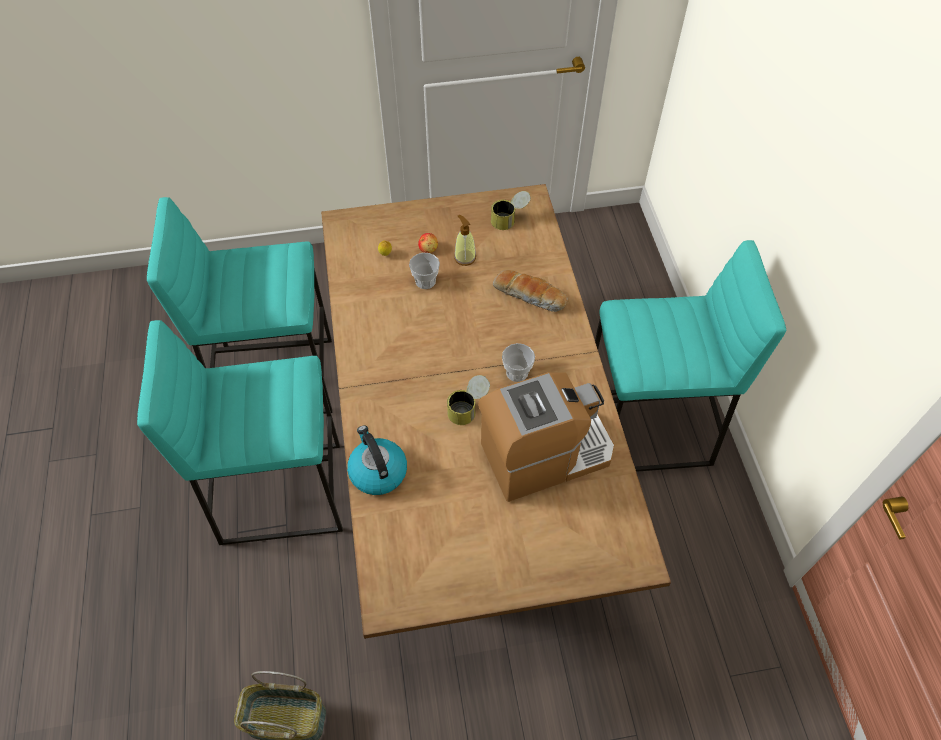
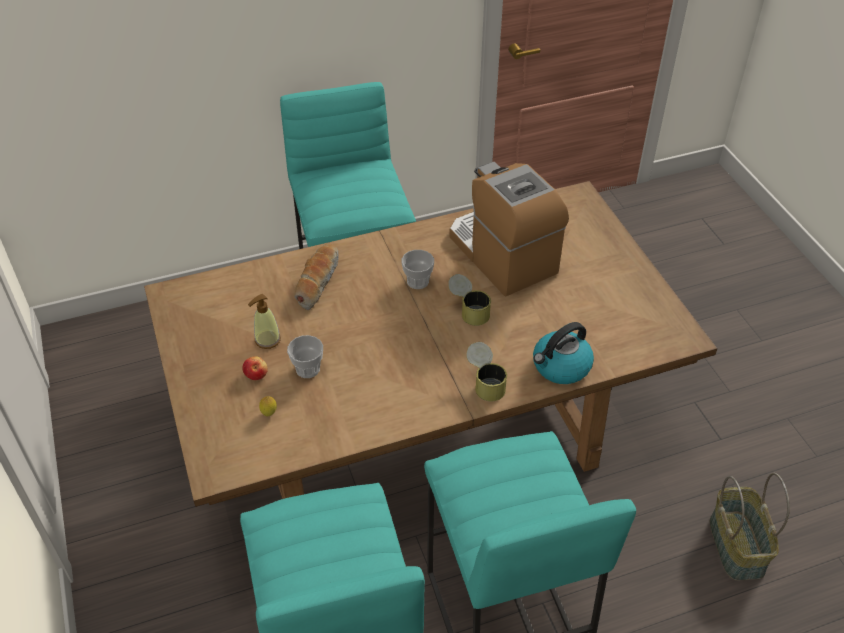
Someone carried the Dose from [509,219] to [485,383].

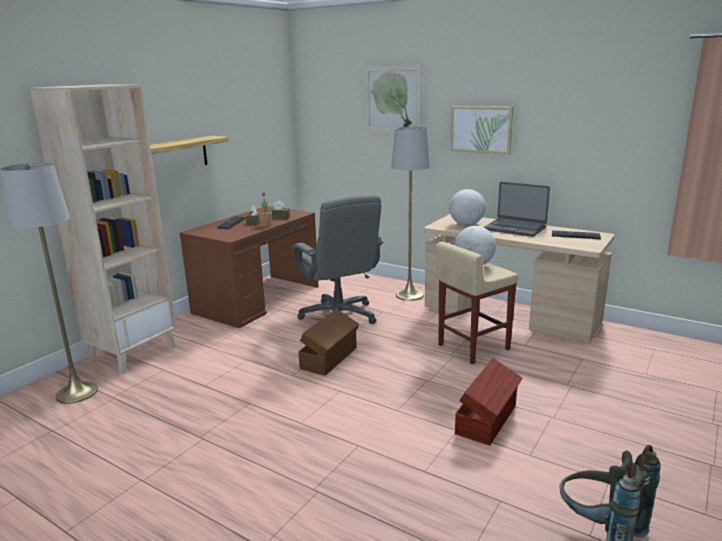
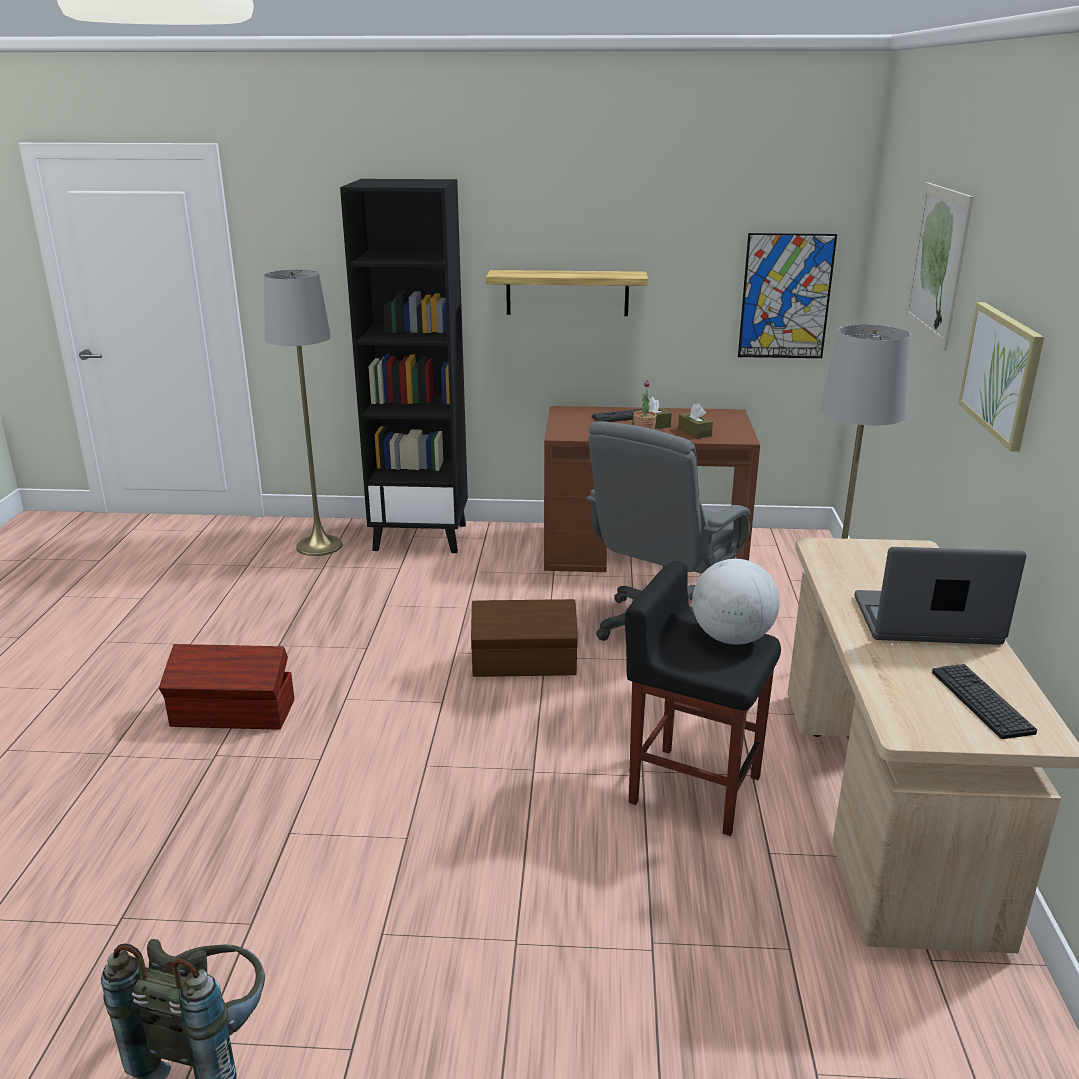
Someone carried the Aufbewahrungsbox (braun) from [487,419] to [233,714]. Someone repainted the Bücherregal (beige) at [133,353], which became the Bücherregal (schwarz) at [421,537]. Someone repainted the Hocker (beige) at [472,347], which became the Hocker (schwarz) at [693,788]. Someone put up the Bild at [785,296]. Someone rotated the Laptop at [515,228] by 90 degrees clockwise. Someone took away the Globus at [466,224].

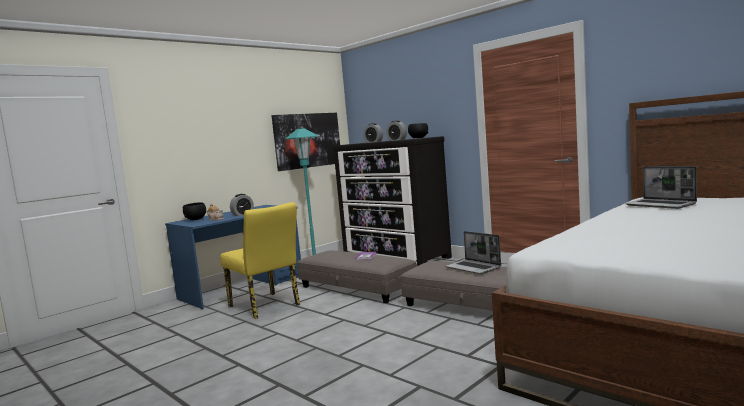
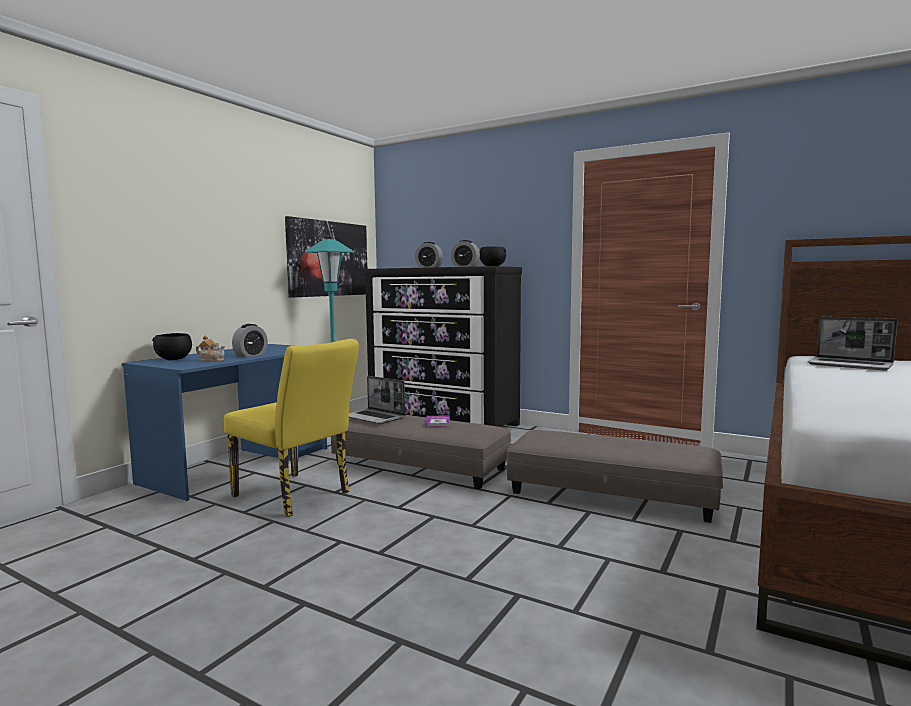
Someone carried the Laptop from [473,268] to [375,417].

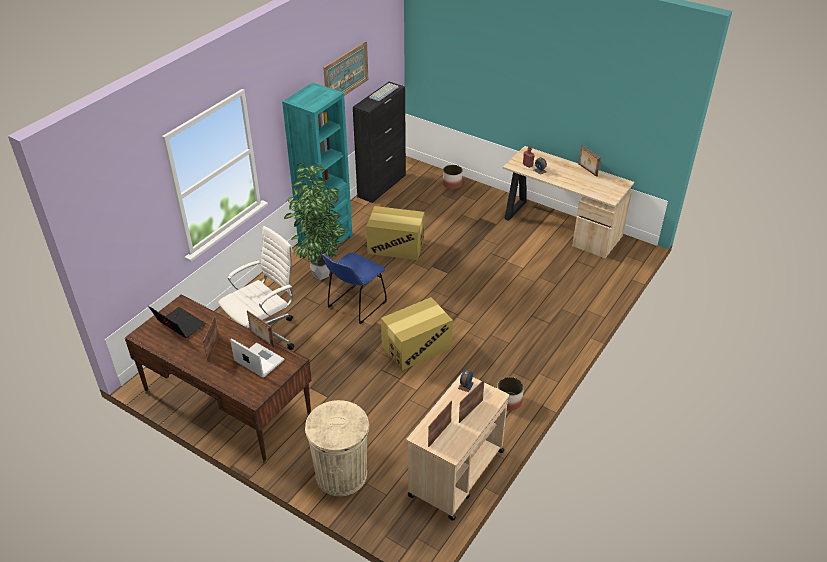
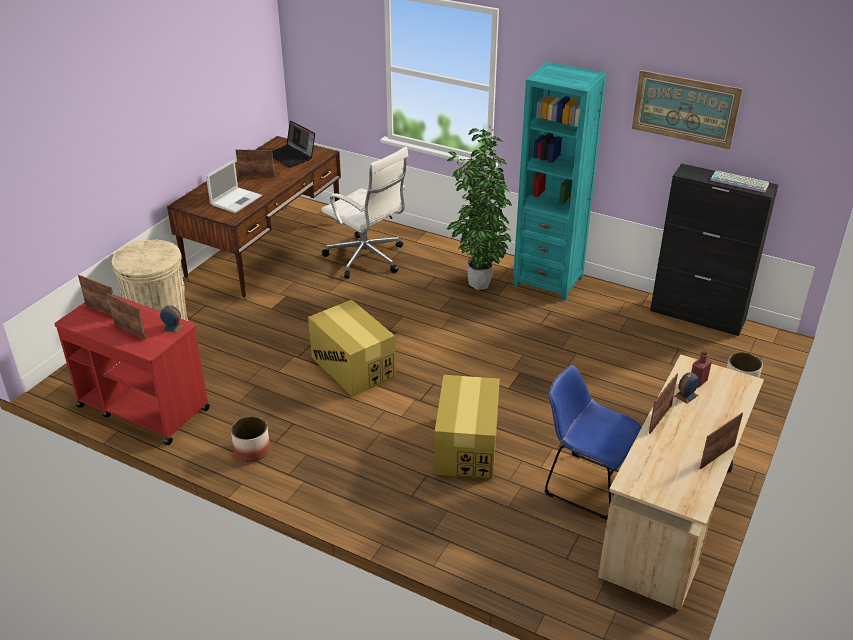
Someone repainted the Rollwagen (beige) at [456,473], which became the Rollwagen (rot) at [143,407]. Someone rotated the Laptop at [179,325] by 105 degrees clockwise. Someone carried the Karton from [396,246] to [466,447]. Someone carried the Stuhl (blau) from [355,306] to [584,484]. Someone carried the Bilderrahmen from [261,339] to [659,419].

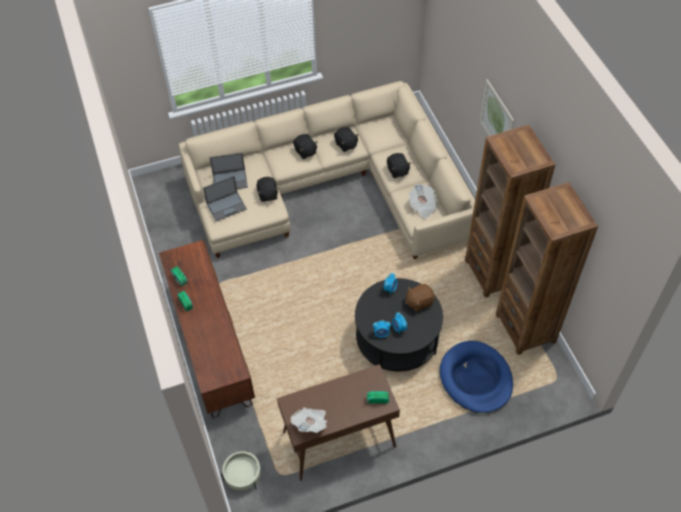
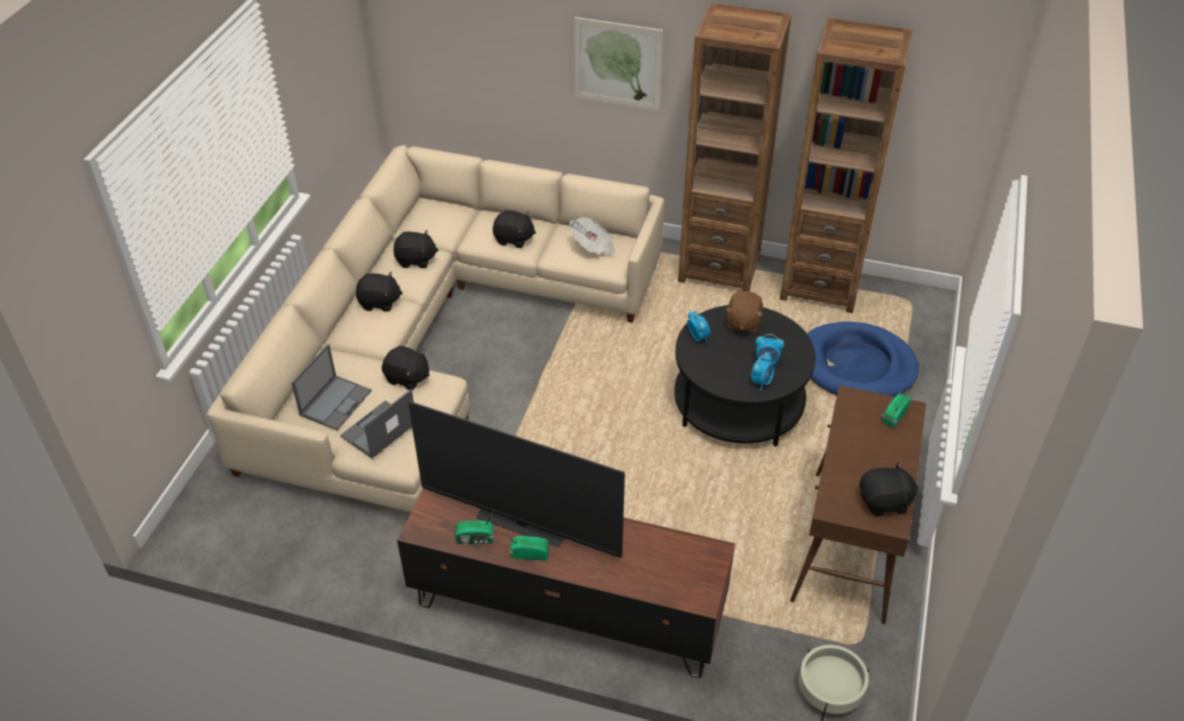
Someone rotated the Laptop at [227,206] by 150 degrees counterclockwise. Someone put down the Fernseher at [521,526]. Someone swapped the Zeitung at [311,423] for the Plüschtier (schwarz) at [884,502].

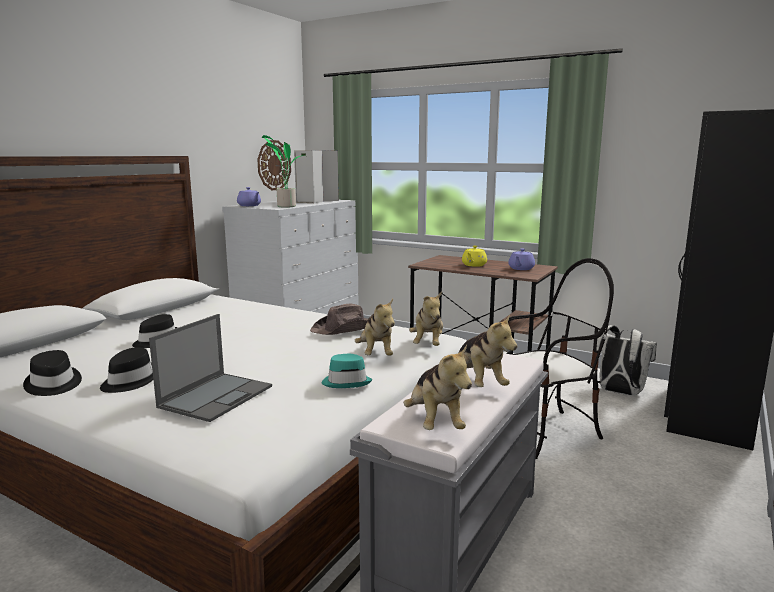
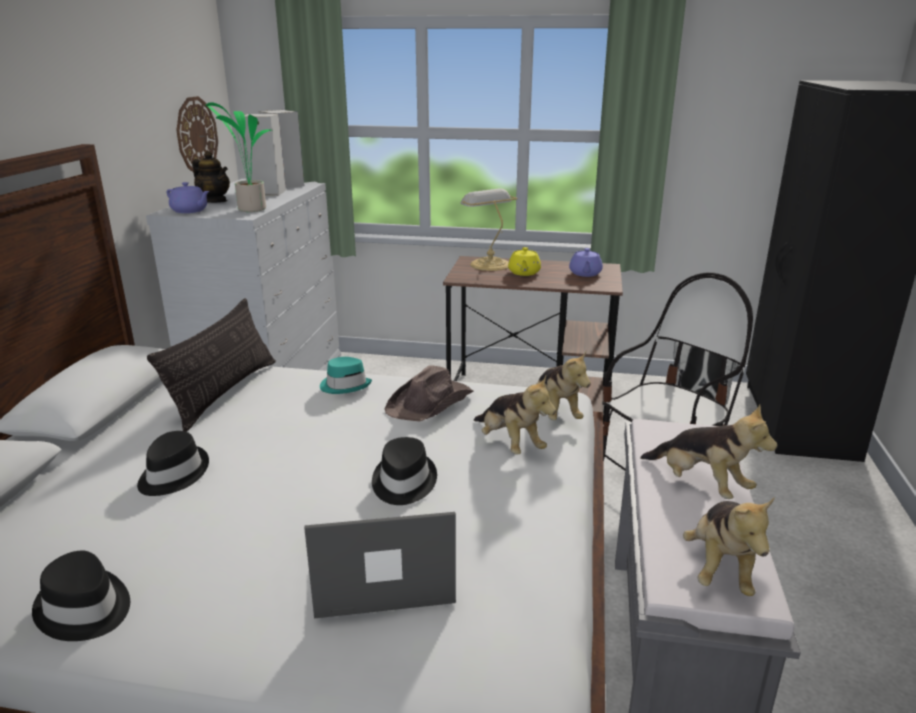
Someone put down the Kissen at [224,392]. Someone put down the Teekanne at [214,201]. Someone rotated the Laptop at [217,396] by 105 degrees counterclockwise. Someone carried the Hut (türkis) from [346,382] to [345,385]. Someone carried the Hut (schwarz) from [129,381] to [403,482]. Someone put down the Tischlampe at [488,264]. Someone rotated the Plüschtier at [434,422] by 45 degrees clockwise.

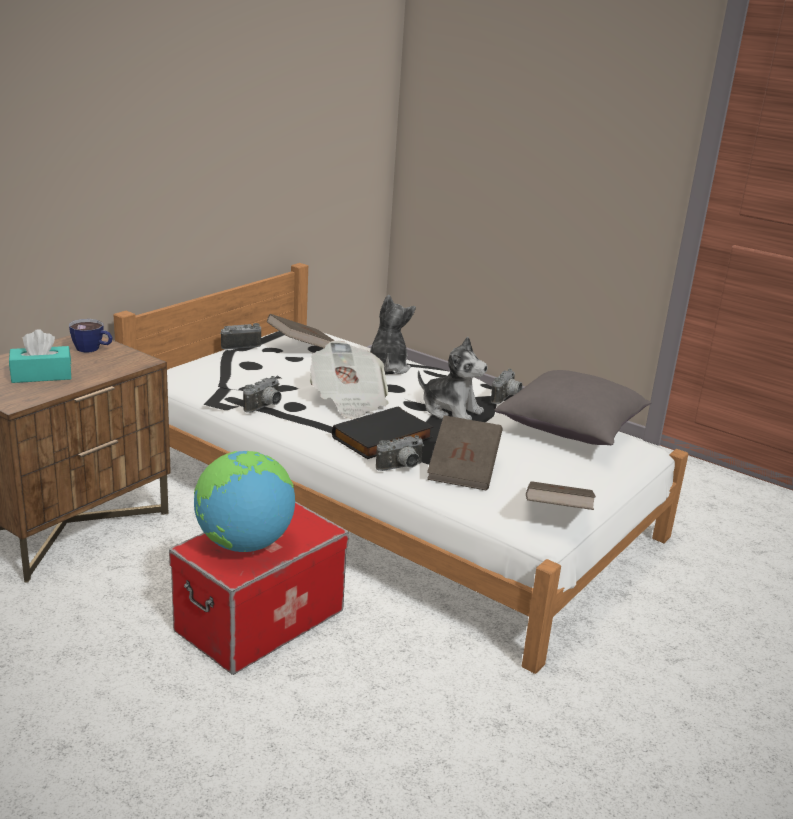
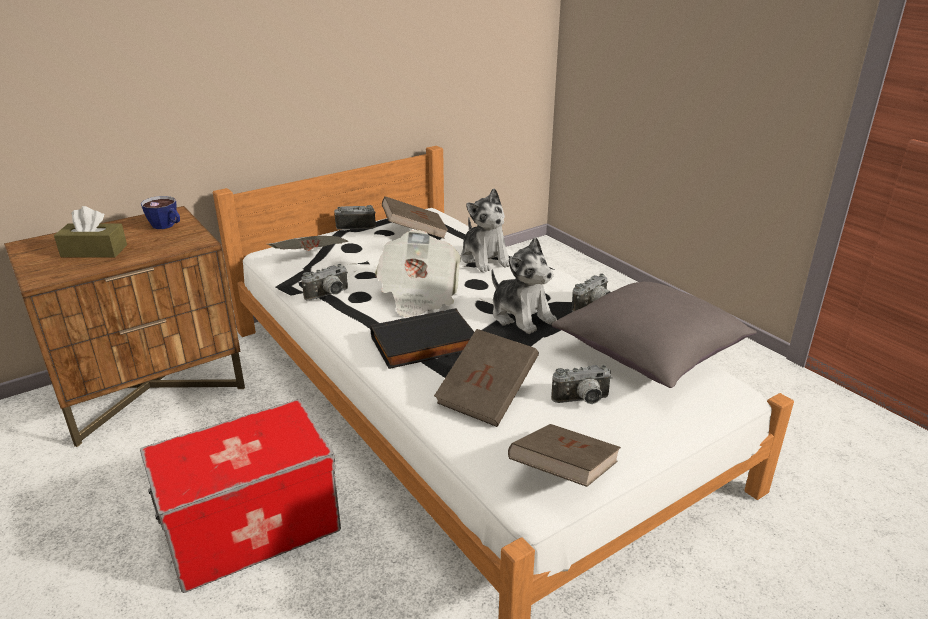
Someone repainted the Taschentuchbox (türkis) at [41,375], which became the Taschentuchbox (braun) at [94,251]. Someone put down the Zeitung at [310,263]. Someone rotated the Plüschtier at [387,367] by 135 degrees clockwise. Someone carried the Kamera from [402,468] to [582,401]. Someone took away the Globus at [244,544].

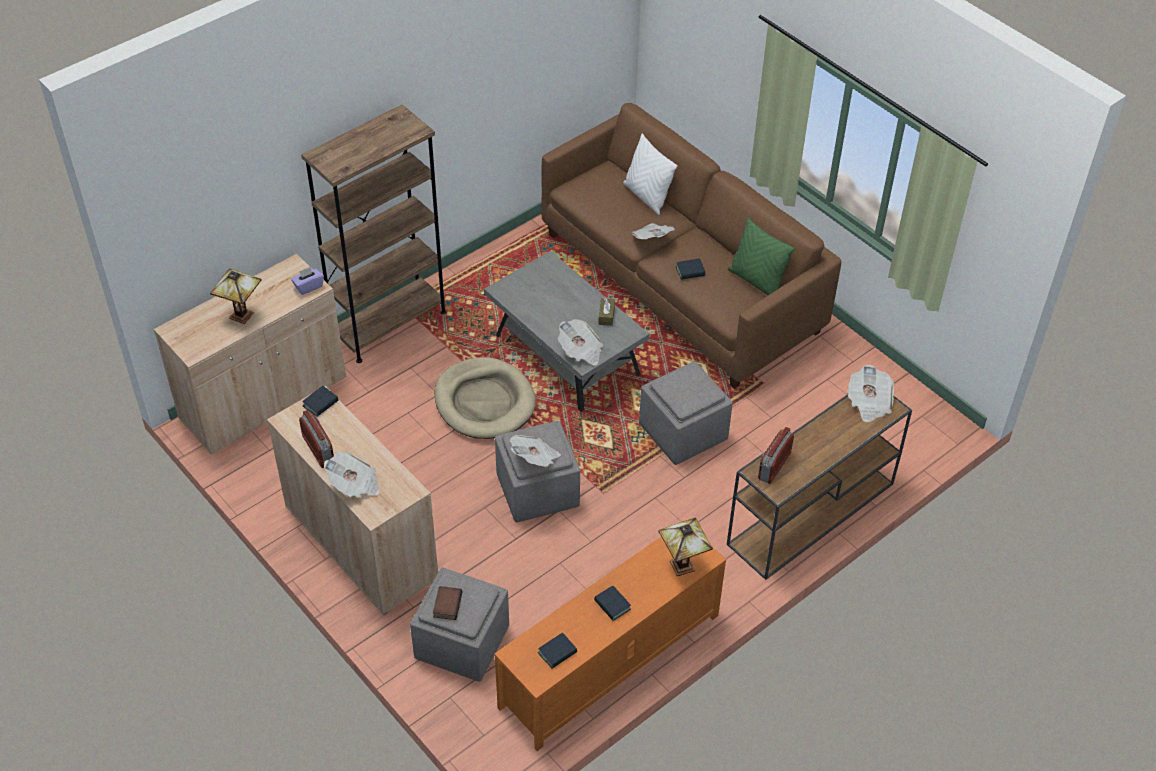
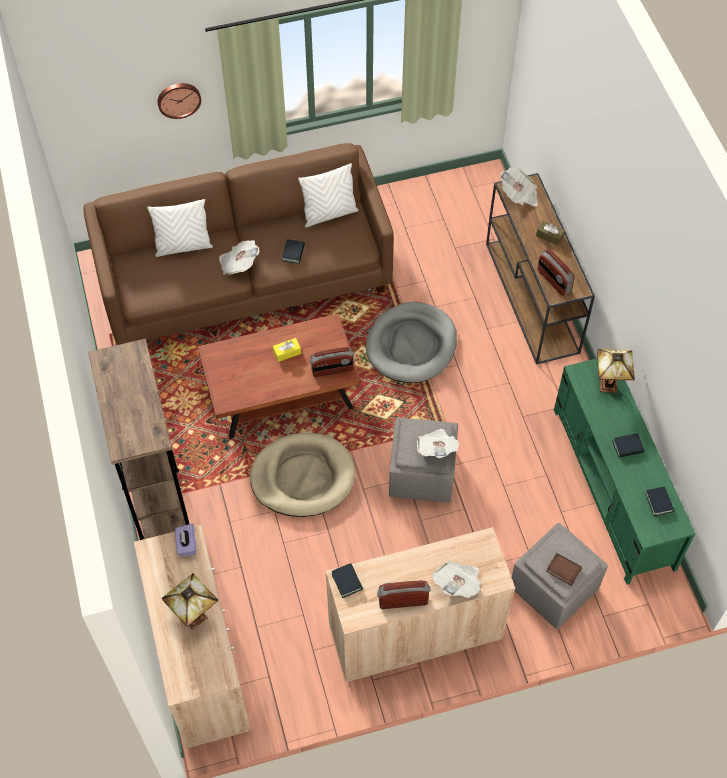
Someone put up the Wanduhr at [178,99]. Someone repainted the Couchtisch (grau) at [566,355], which became the Couchtisch (braun) at [282,394]. Someone put down the Taschentuchbox (gelb) at [287,352]. Someone repainted the Kissen (grün) at [756,281], which became the Kissen (weiß) at [329,214]. Someone swapped the Zeitung at [580,351] for the Radio at [332,370]. Someone swapped the Polsterhocker (grau) at [684,433] for the Hundebett (grau) at [411,345]. Someone carried the Taschentuchbox (braun) from [606,316] to [549,236]. Someone repainted the Fernsehschrank (orange) at [609,661], which became the Fernsehschrank (grün) at [613,488].

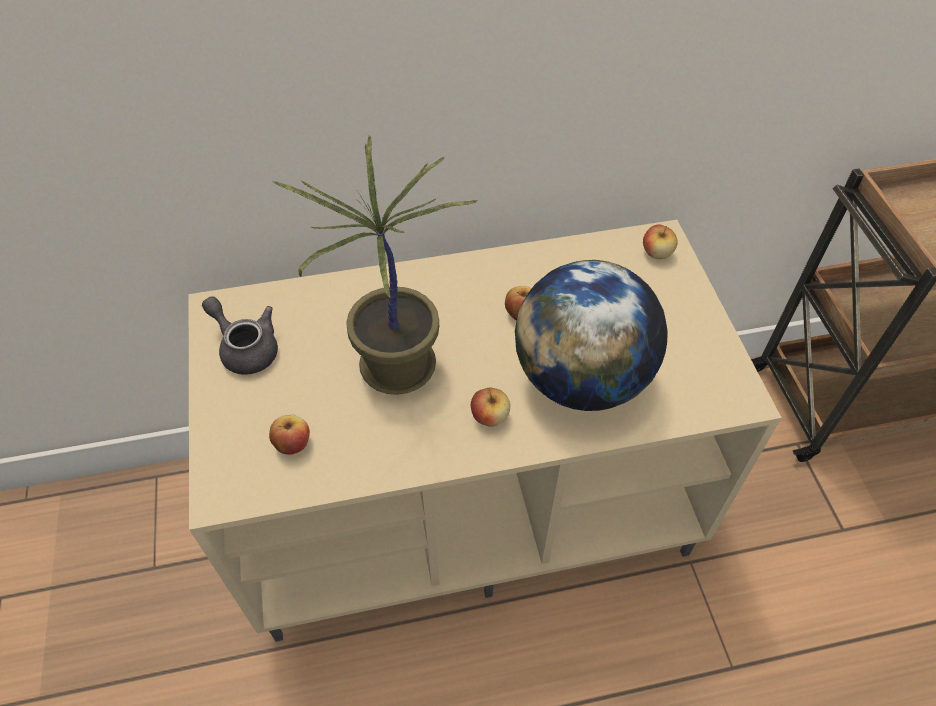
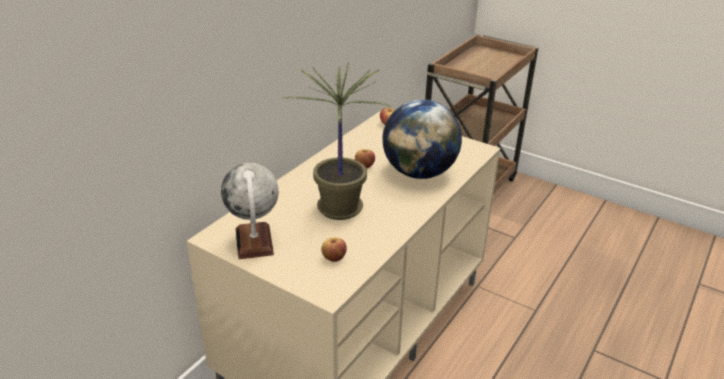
Someone swapped the Teekanne (grau) at [246,348] for the Globus at [254,241]. Someone took away the Apfel at [490,416].

